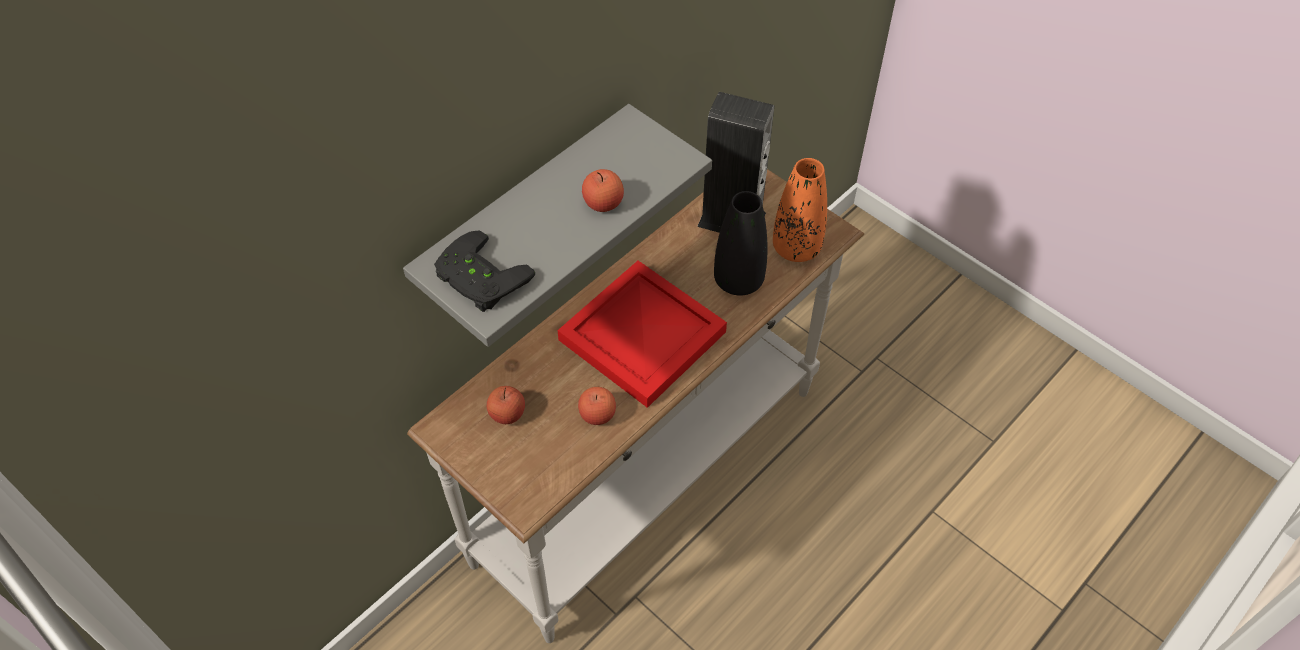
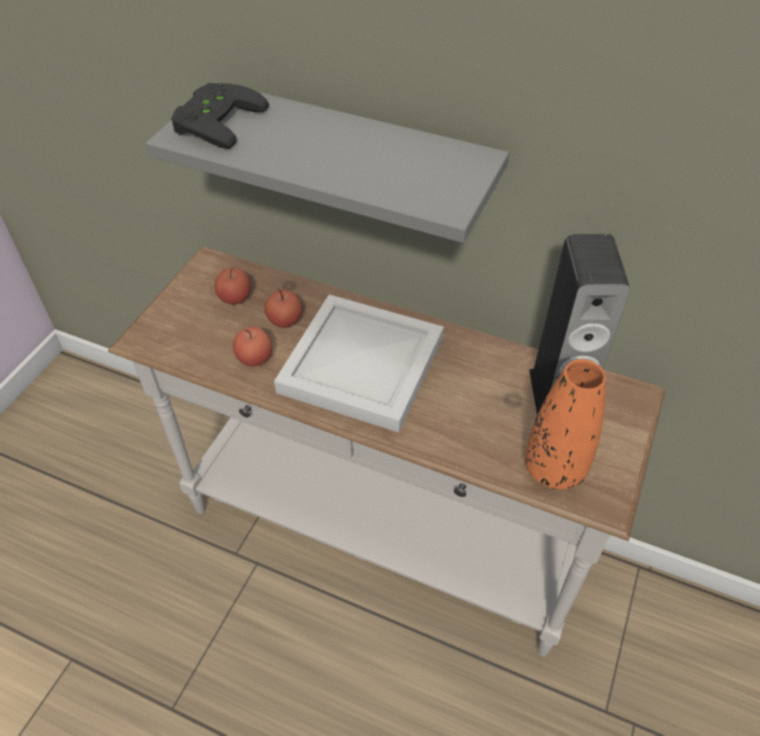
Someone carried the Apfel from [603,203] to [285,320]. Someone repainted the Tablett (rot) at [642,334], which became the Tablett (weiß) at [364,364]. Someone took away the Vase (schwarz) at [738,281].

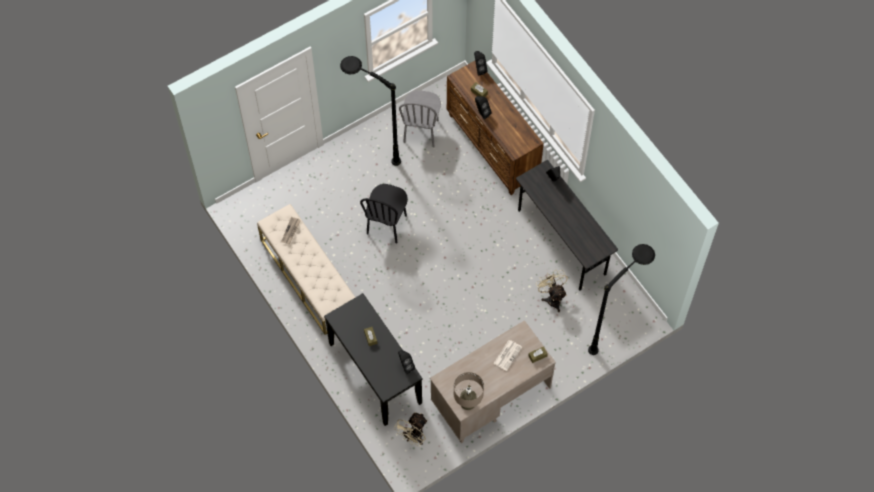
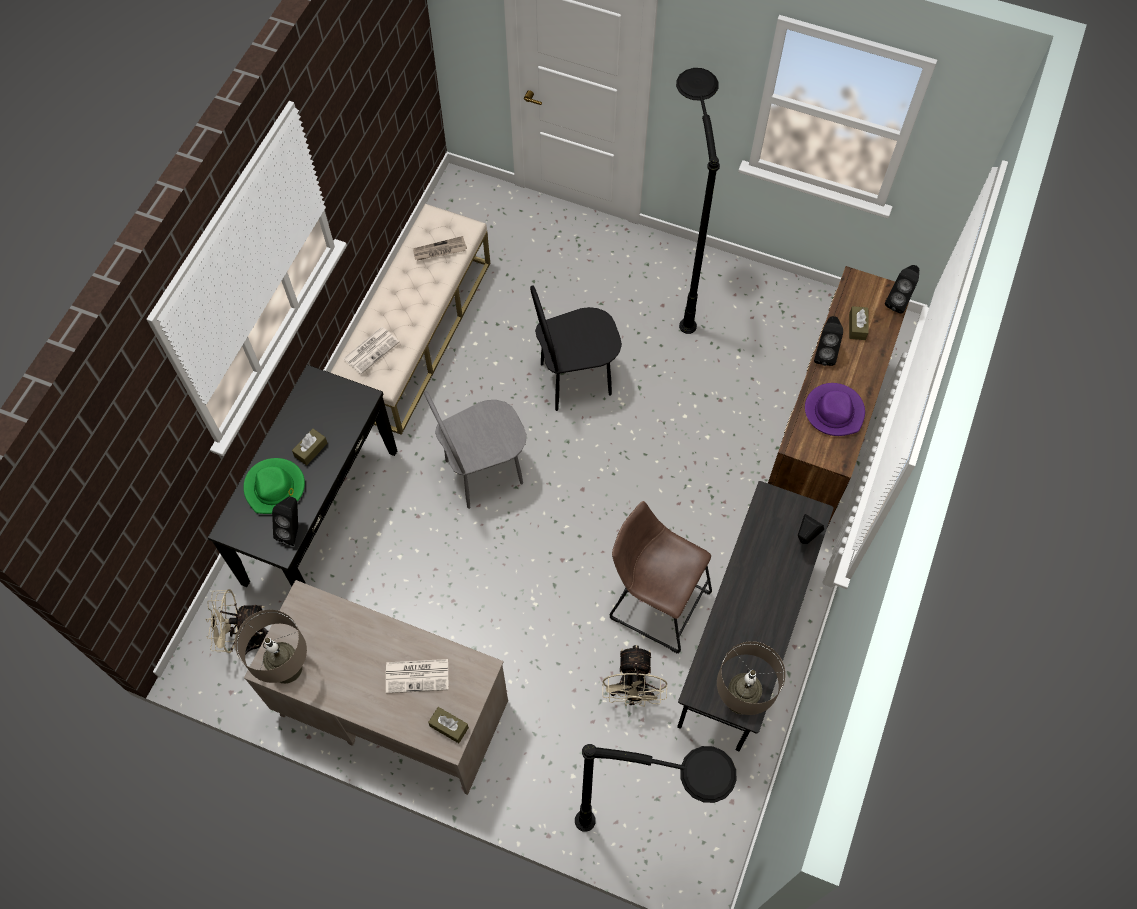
Someone put down the Hut (grün) at [275,488]. Someone put down the Zeitung at [371,350]. Someone carried the Stuhl (grau) from [421,131] to [484,472]. Someone rotated the Ventilator (beige) at [552,298] by 150 degrees clockwise. Someone put down the Hocker (braun) at [655,602]. Someone put down the Tischlampe (beige) at [741,698]. Someone put down the Hut (lila) at [834,411].

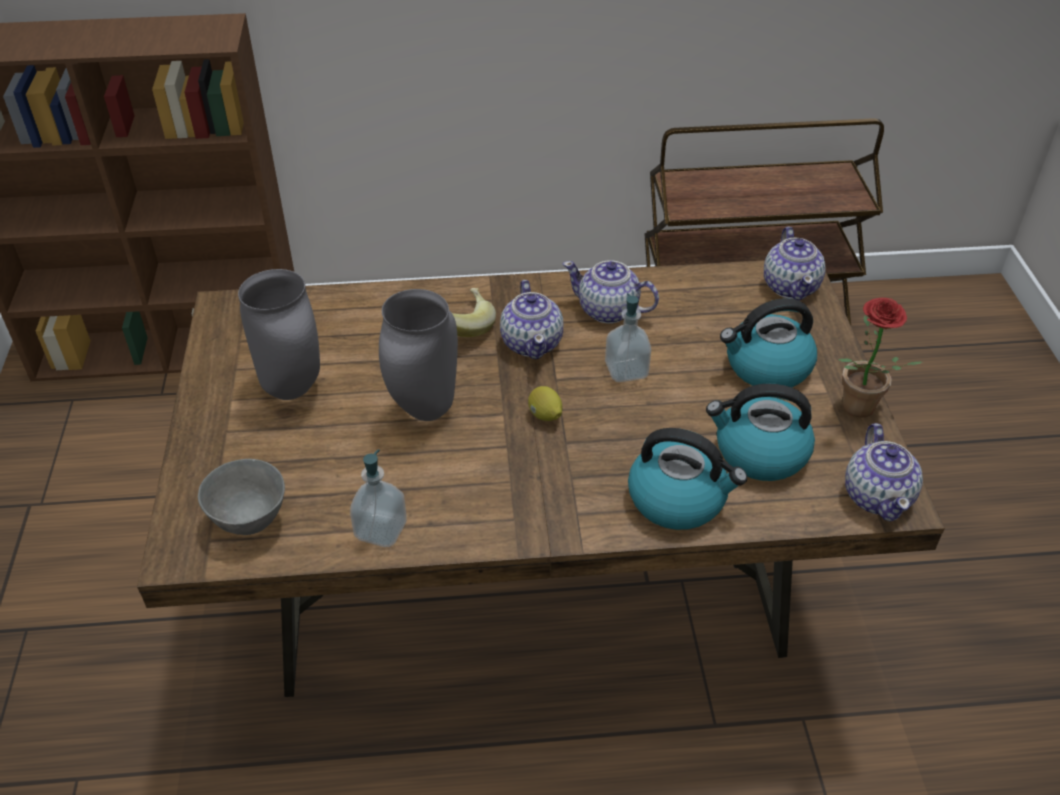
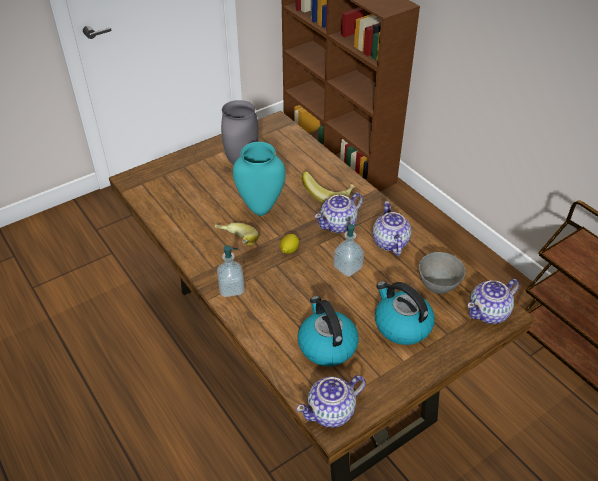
Someone put down the Banane at [235,244]. Someone carried the Seifenspender from [381,530] to [231,289]. Someone repainted the Vase (grau) at [423,409], which became the Vase (türkis) at [261,208]. Someone carried the Schüssel (grau) from [251,521] to [438,287]. Someone took away the Wasserkessel at [678,499]. Someone took away the Topfpflanze at [856,411].

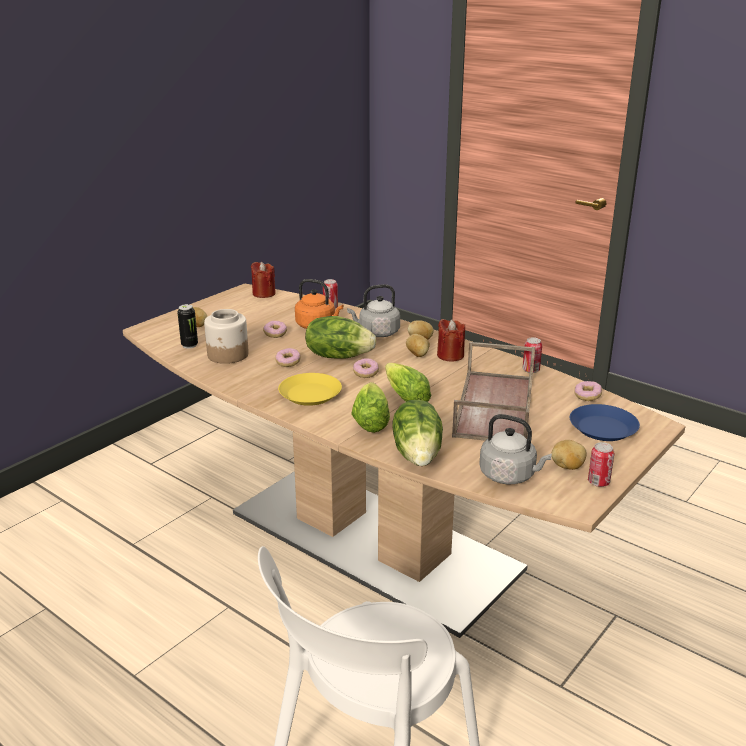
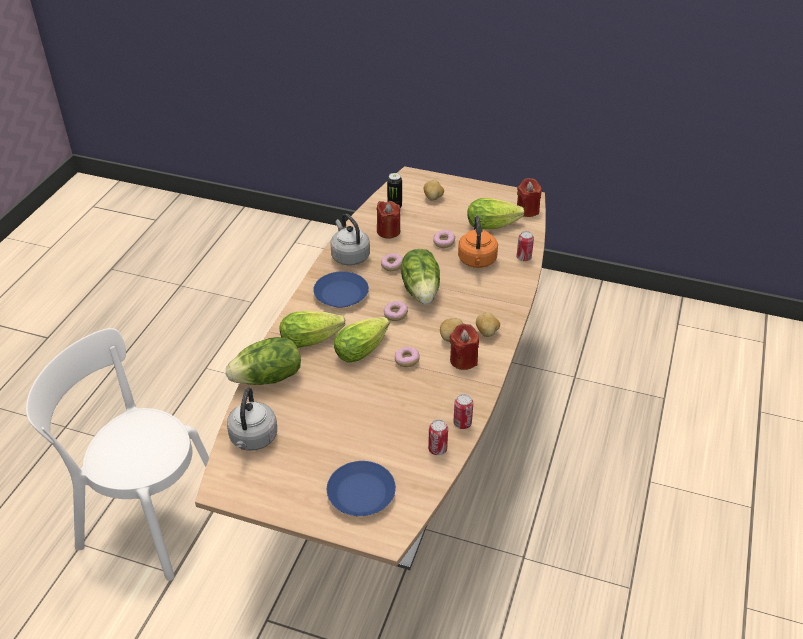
Someone repainted the Teller (gelb) at [310,395], which became the Teller (blau) at [340,294]. Someone carried the Wasserkessel (grau) from [377,333] to [349,256]. Someone swapped the Vorratsglas at [228,355] for the Kerze (rot) at [388,231]. Someone carried the Donut from [587,396] to [407,361]. Someone carried the Dose from [598,482] to [437,449]. Someone put down the Salatkopf at [495,224]. Someone took away the Tablett (braun) at [496,407]. Someone took away the Kartoffel at [567,467].

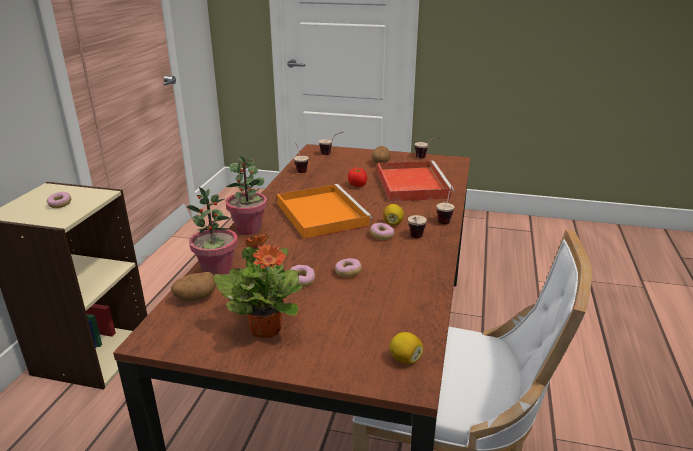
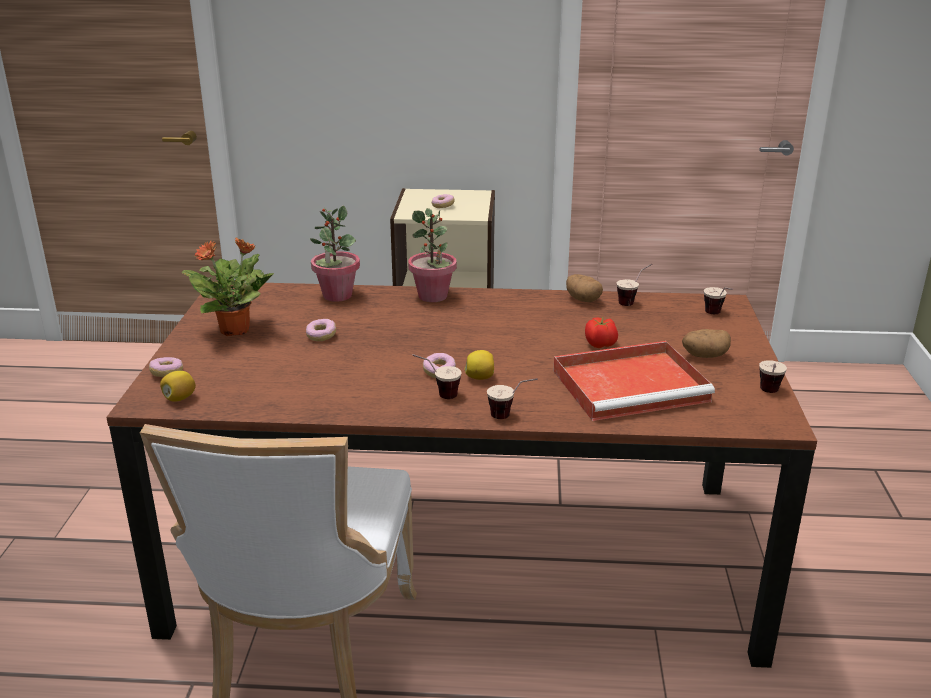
Someone carried the Donut from [348,273] to [167,373]. Someone carried the Kartoffel from [195,298] to [582,299]. Someone took away the Tablett (orange) at [320,214].

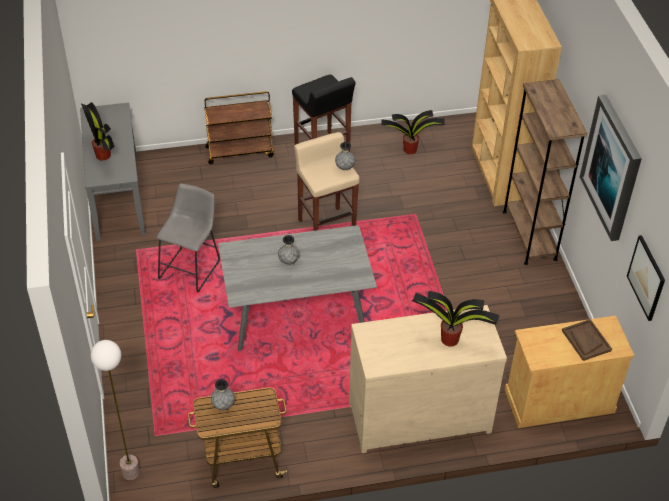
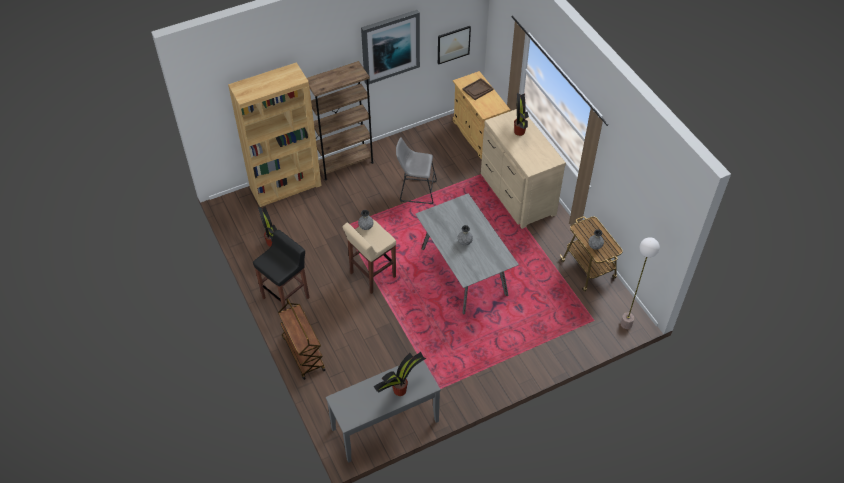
Someone carried the Hocker (grau) from [191,268] to [415,191].

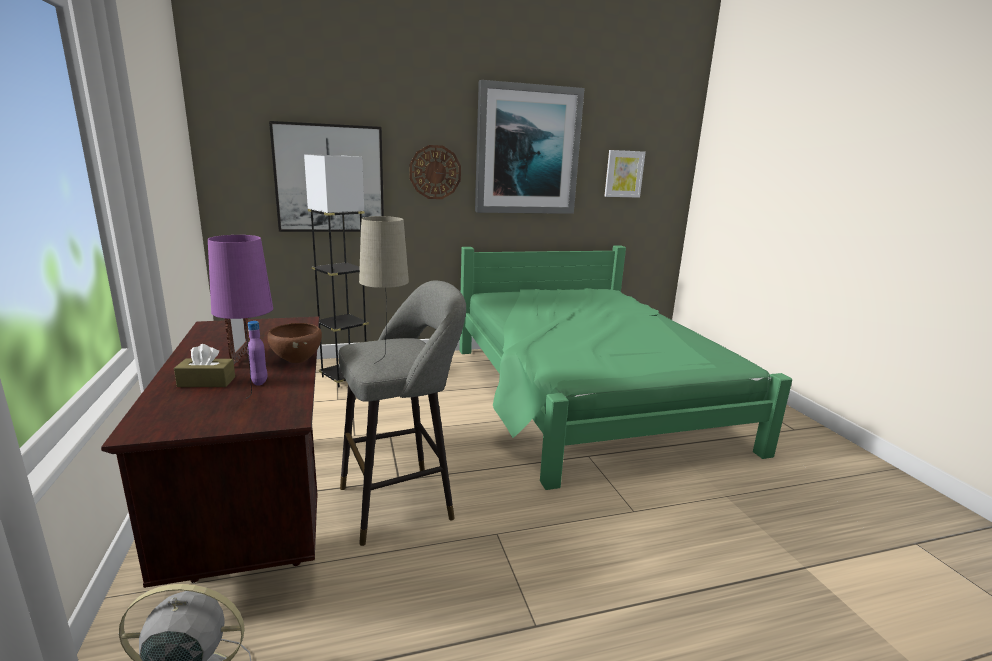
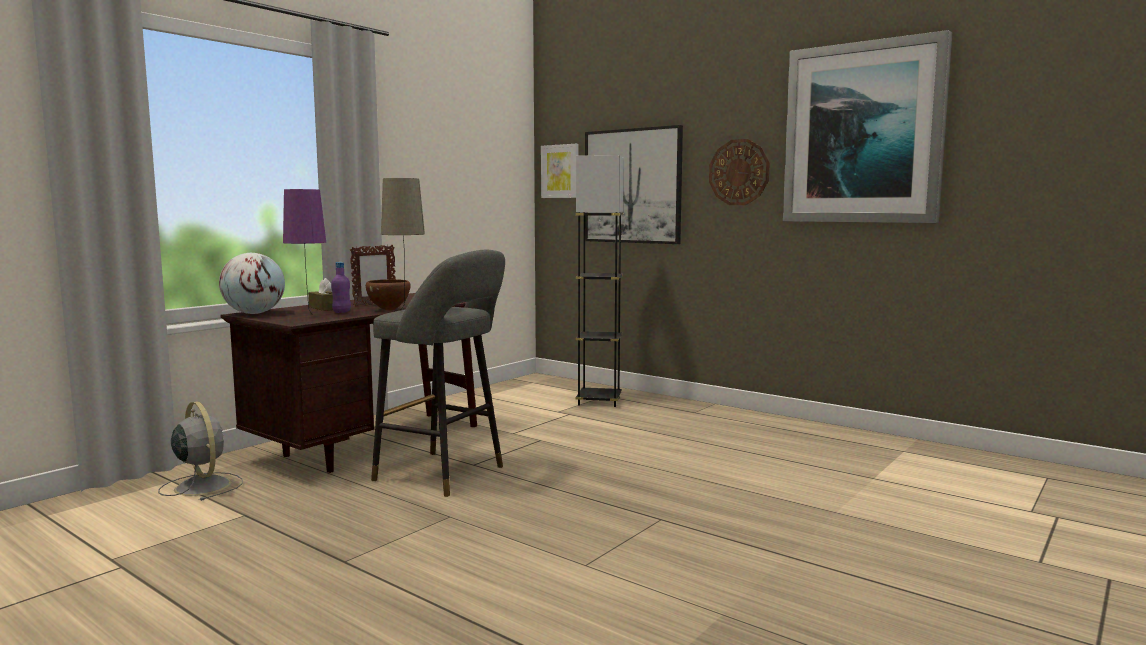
Someone put down the Globus at [254,313]. Someone carried the Bild from [624,174] to [560,171]. Someone took away the Bett (grün) at [586,395].

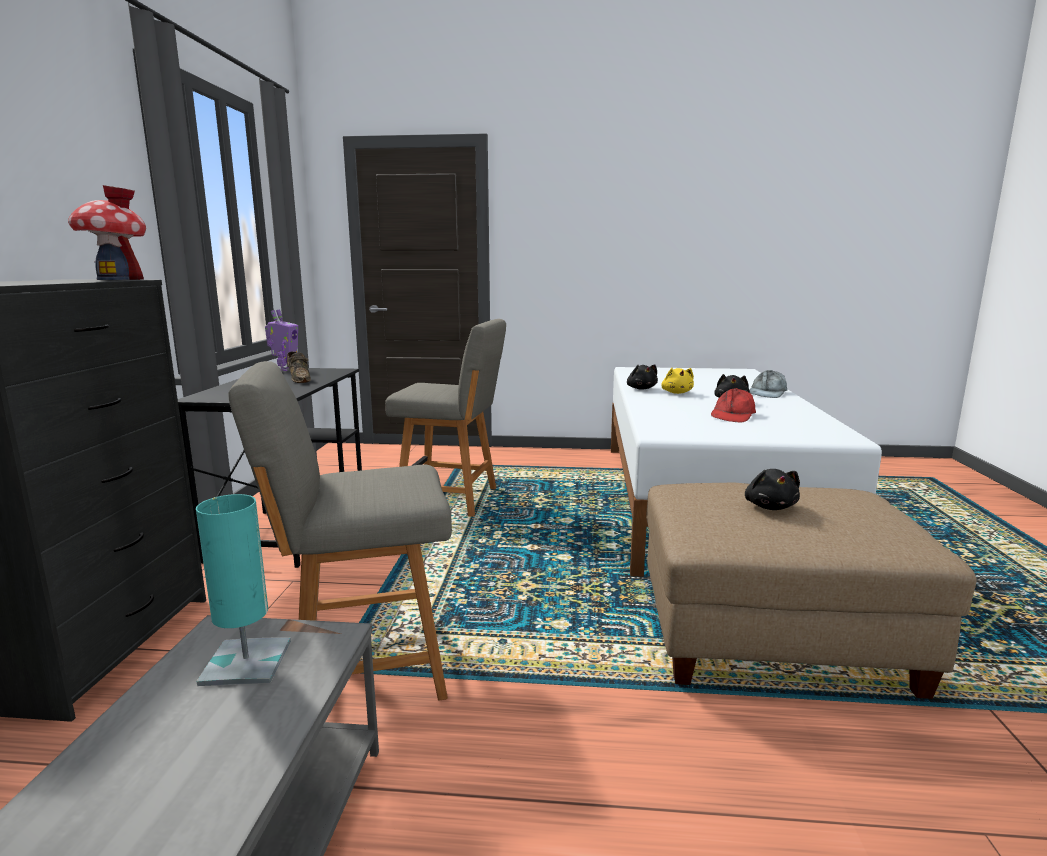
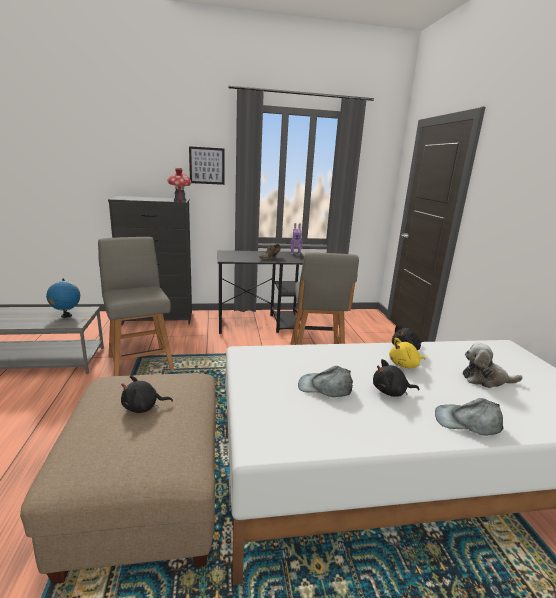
Someone swapped the Tischlampe (türkis) at [246,662] for the Globus at [66,316]. Someone put up the Bild at [207,165]. Someone repainted the Kappe (rot) at [733,415], which became the Kappe (grau) at [325,387]. Someone put down the Plüschtier at [485,379].

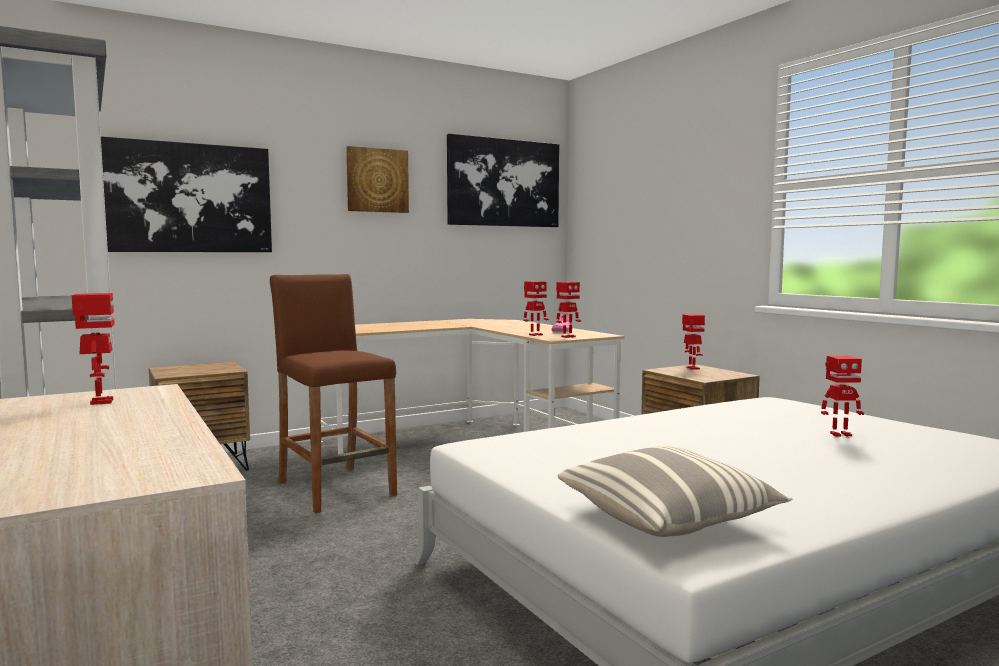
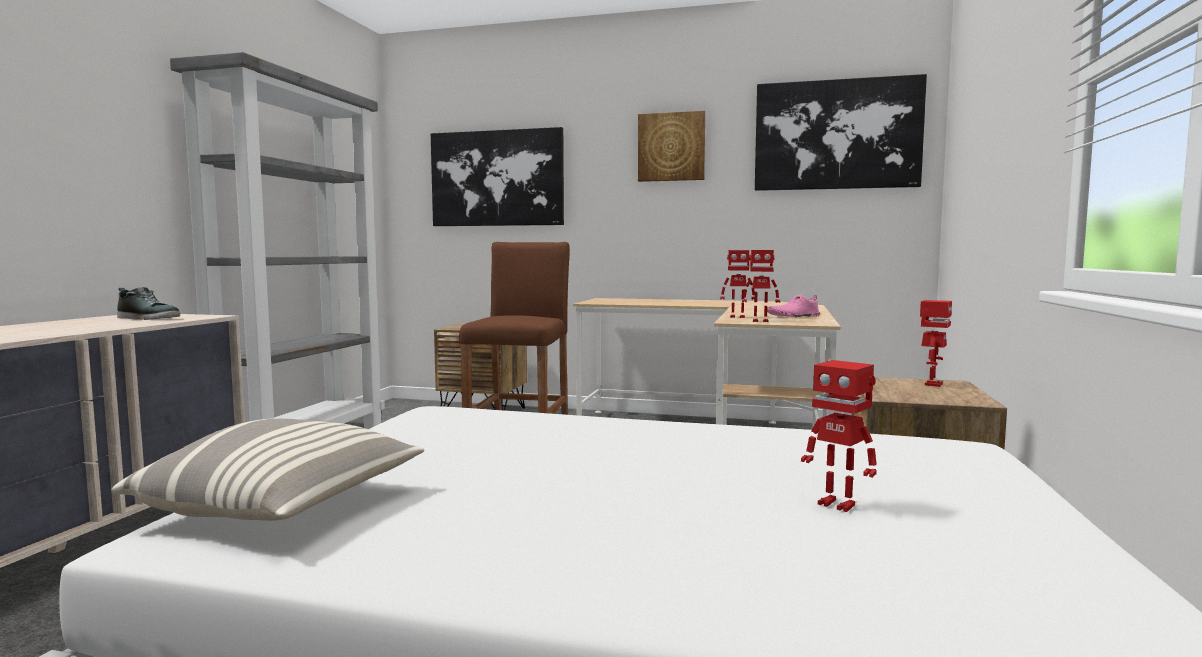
Someone swapped the Spielzeugroboter at [100,402] for the Schuh at [149,318].

